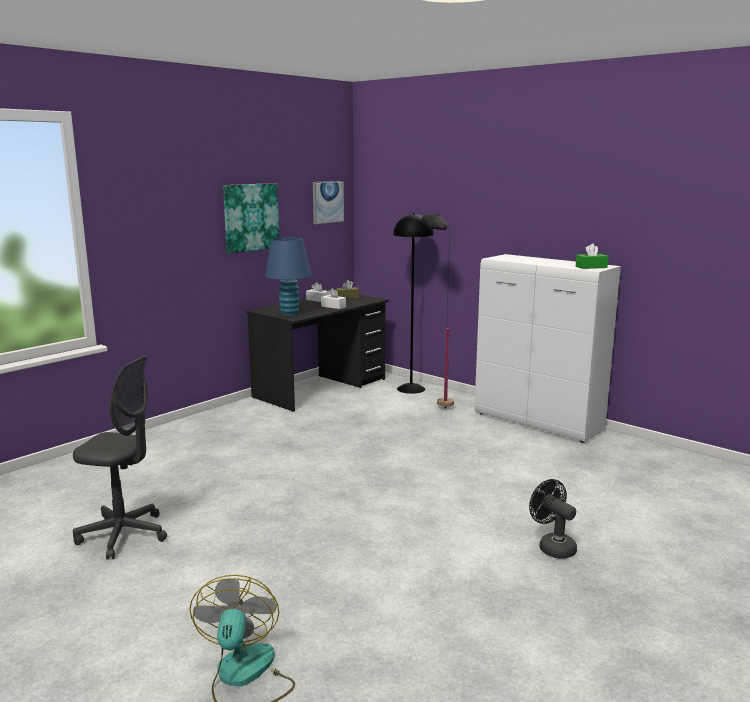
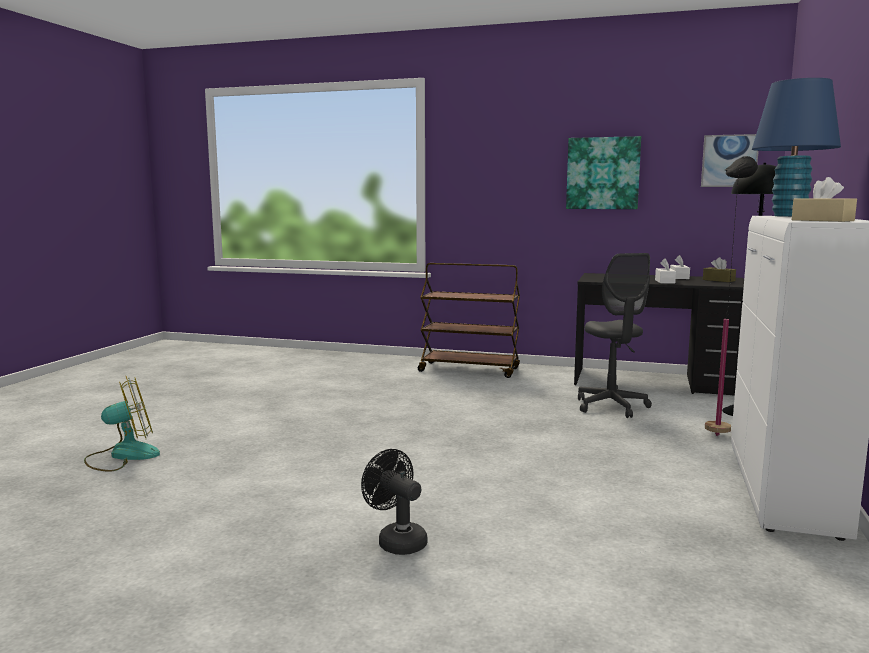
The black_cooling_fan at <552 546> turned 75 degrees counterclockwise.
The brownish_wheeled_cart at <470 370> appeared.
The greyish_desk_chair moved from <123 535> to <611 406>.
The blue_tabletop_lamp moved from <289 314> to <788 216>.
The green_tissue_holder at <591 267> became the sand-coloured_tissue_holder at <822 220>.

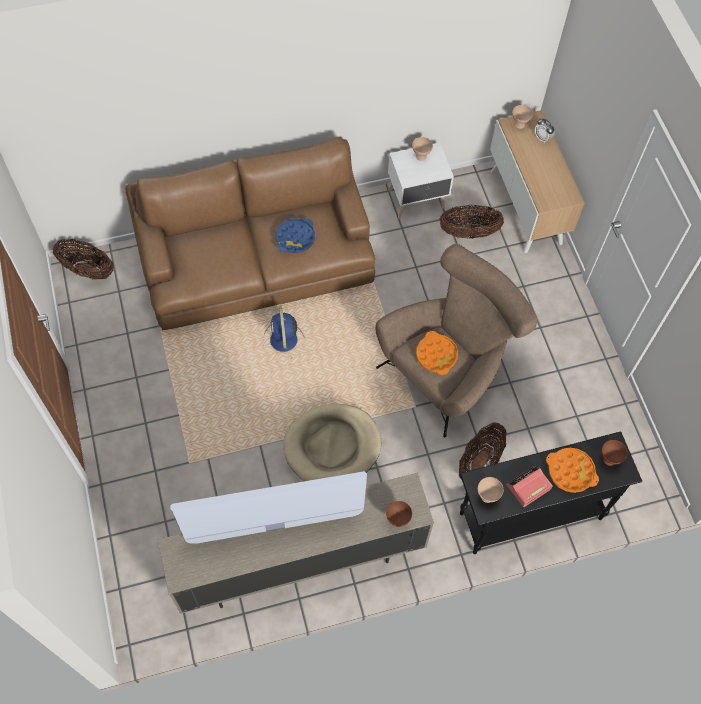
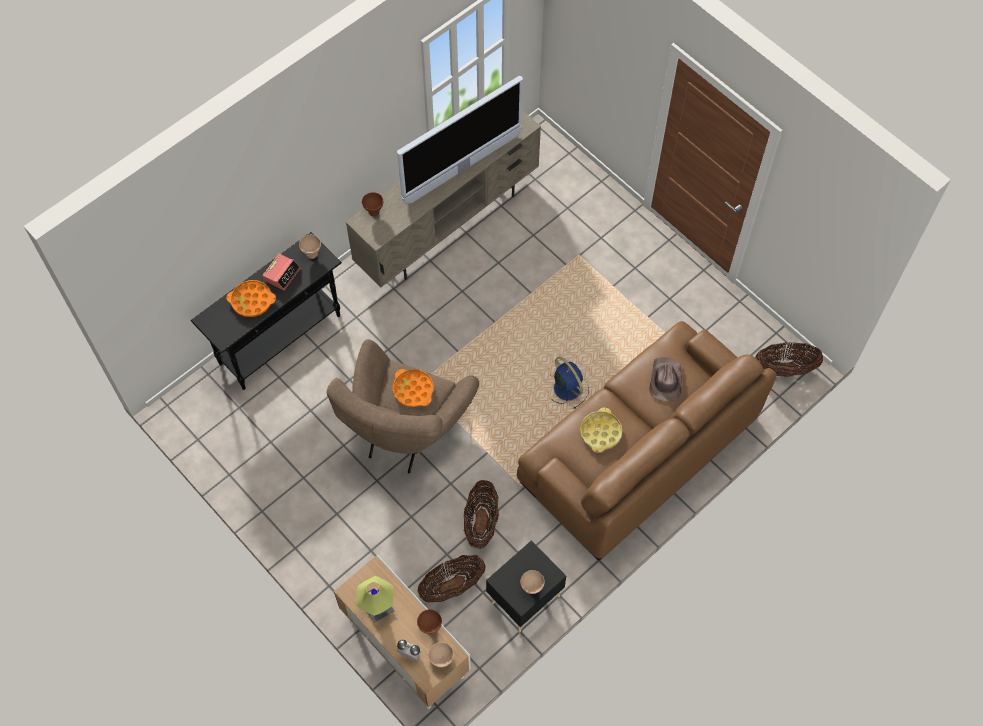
The tabletop_lamp at <377 606> appeared.
The brownish_bowl moved from <609 459> to <430 628>.
The basket moved from <479 461> to <481 522>.
The whitish_nightstand at <417 200> became the black_nightstand at <523 599>.
The blue_carrying_tray at <295 238> became the yellow_carrying_tray at <600 432>.
The brownish_wearable_hat at <665 380> appeared.
The sand-coloured_dog_cushion at <332 446> disappeared.

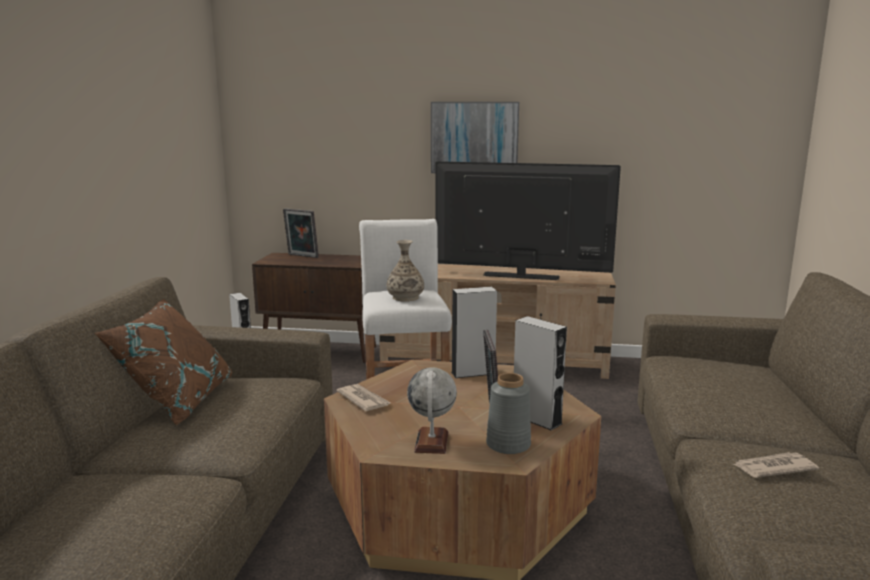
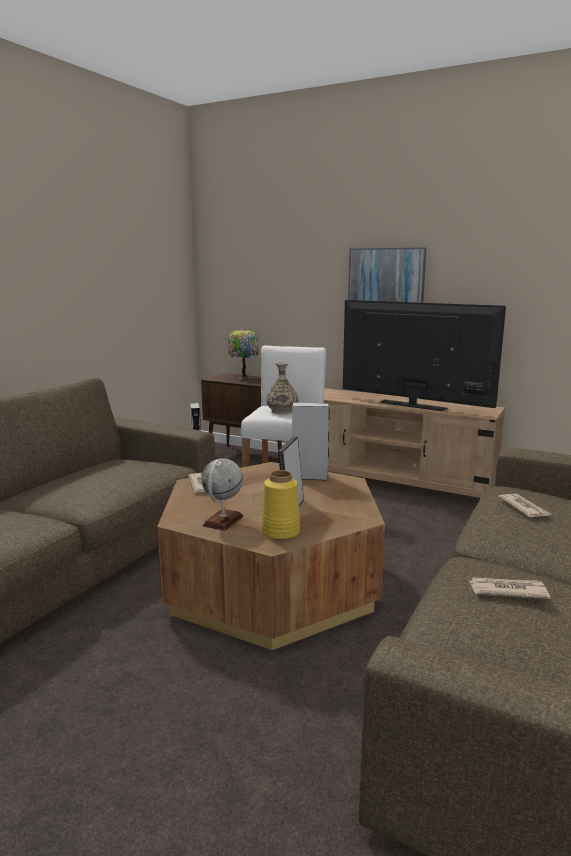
The standing_frame at <302 256> was replaced by the tabletop_lamp at <244 377>.
The greyish_vase at <508 444> became the yellow_vase at <281 532>.
The daily_paper at <524 508> appeared.
The brownish_pillow at <177 401> disappeared.
The greyish_speaker at <536 419> disappeared.

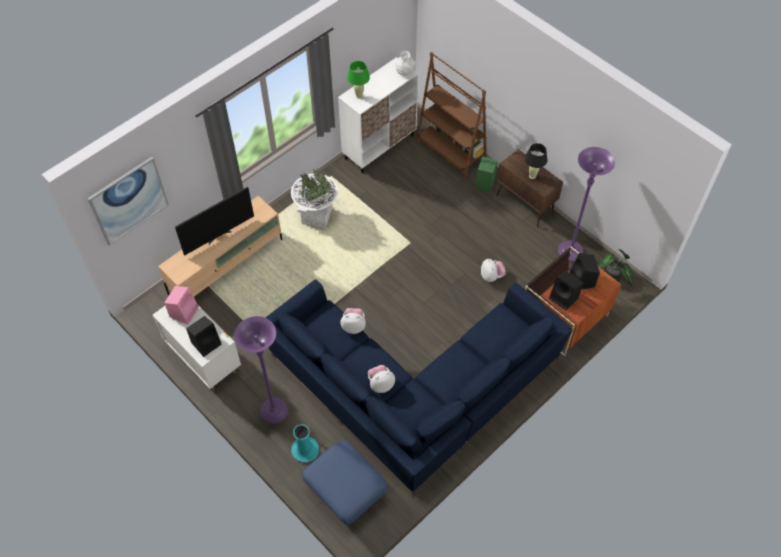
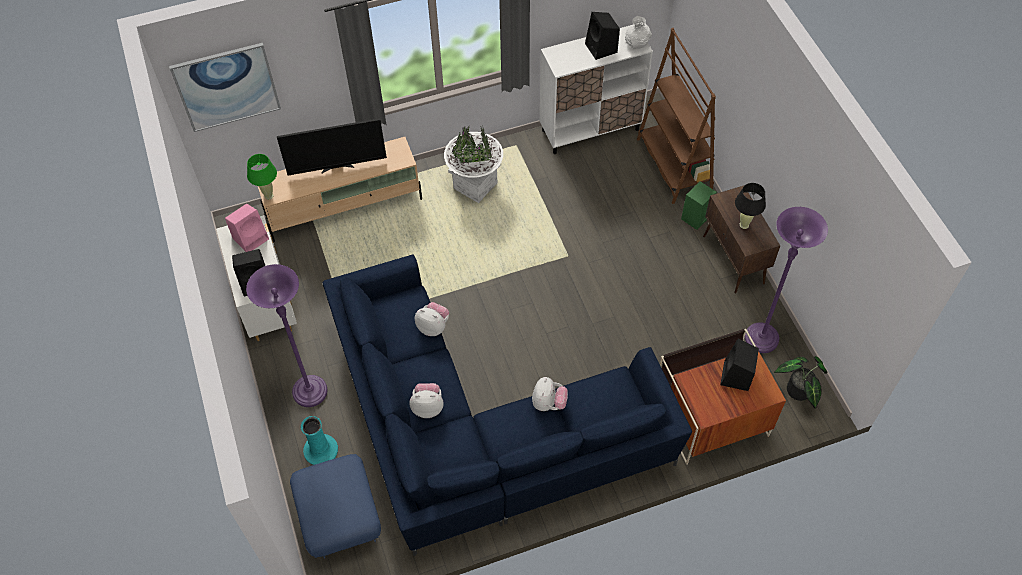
The green_tabletop_lamp moved from <359 96> to <269 195>.
The plush_toy moved from <491 276> to <548 403>.
The black_speaker moved from <564 298> to <601 48>.

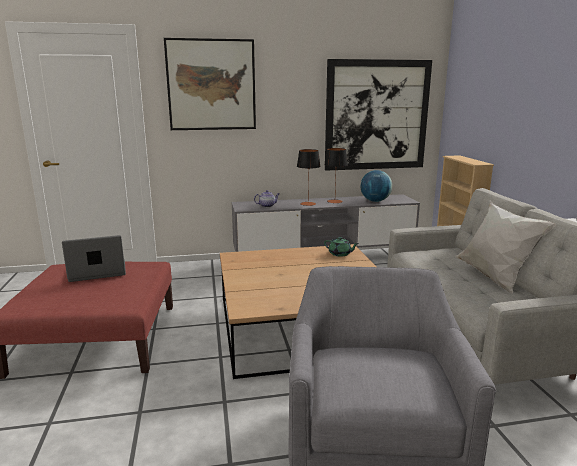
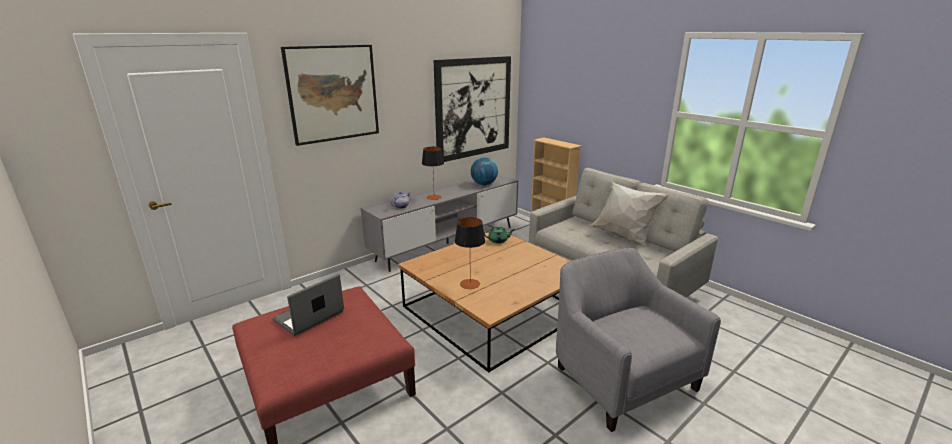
The tabletop_lamp moved from <334 201> to <470 284>.

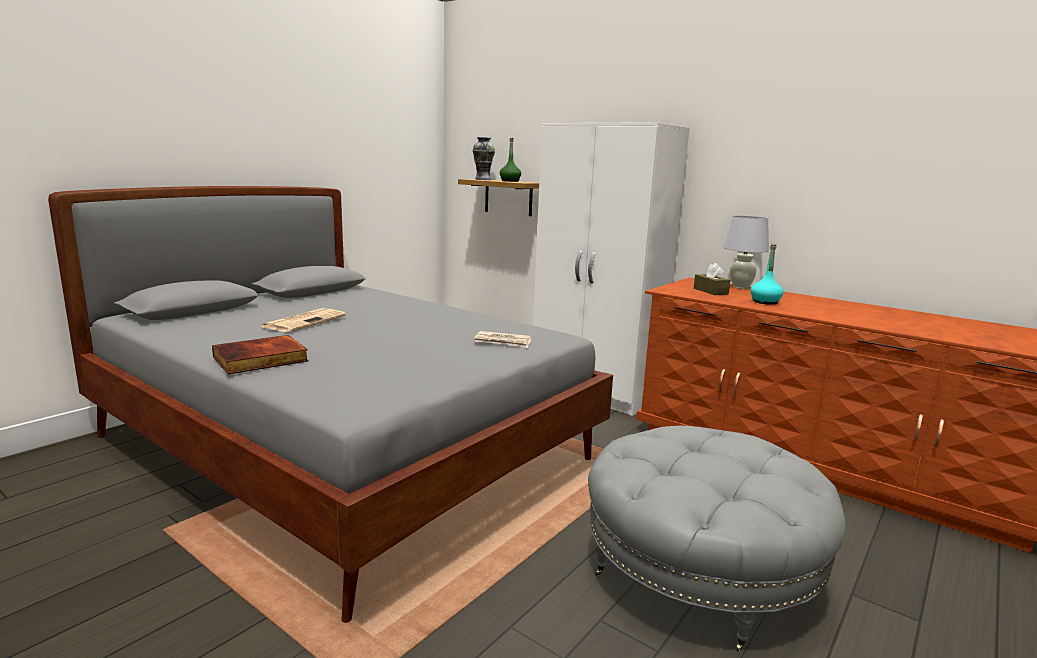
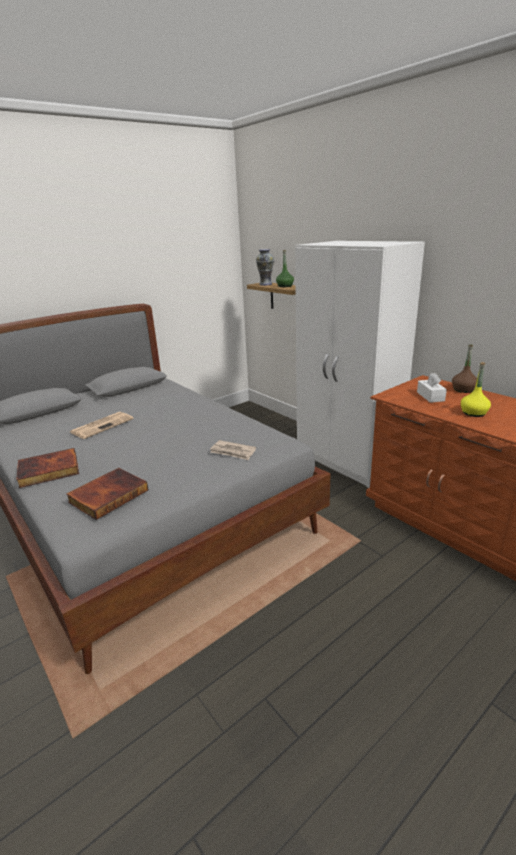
The bound_book at <108 495> appeared.
The brownish_tissue_holder at <710 291> became the whitish_tissue_holder at <430 396>.
The whitish_tabletop_lamp at <740 287> was replaced by the brownish_beverage_bottle at <463 389>.
The blue-green_beverage_bottle at <765 302> became the yellow_beverage_bottle at <473 413>.
The greyish_footrest at <699 572> disappeared.

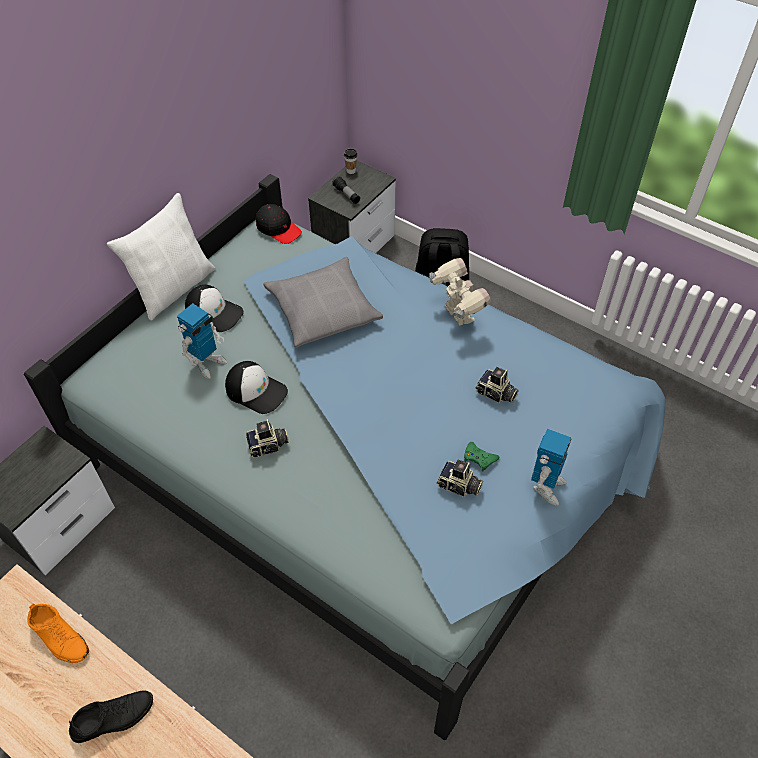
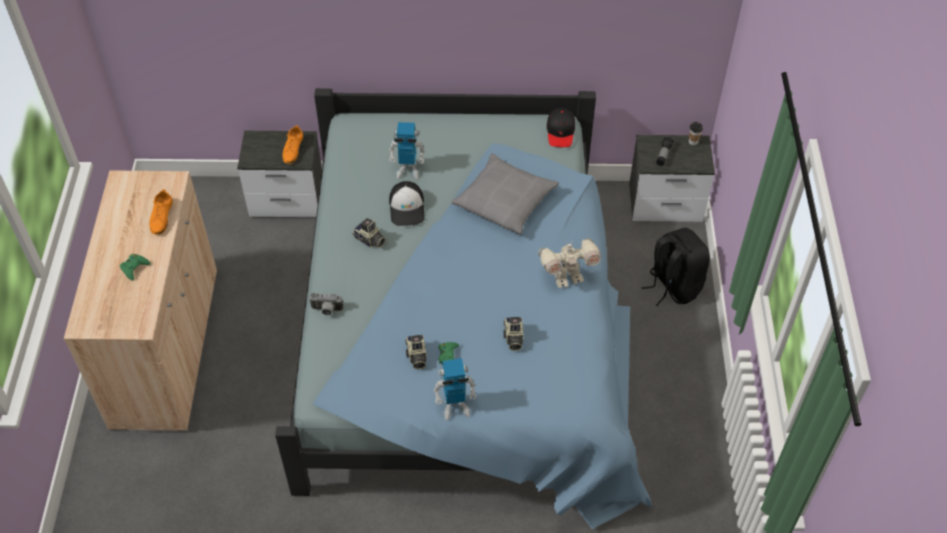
The black_low_shoe at <113 718> was replaced by the green_joypad at <134 268>.
The orangey_low_shoe at <293 149> appeared.
The still_camera at <326 310> appeared.
The toy_robot at <457 316> turned 45 degrees clockwise.
The whitish_pillow at <173 287> disappeared.
The cap at <214 312> disappeared.

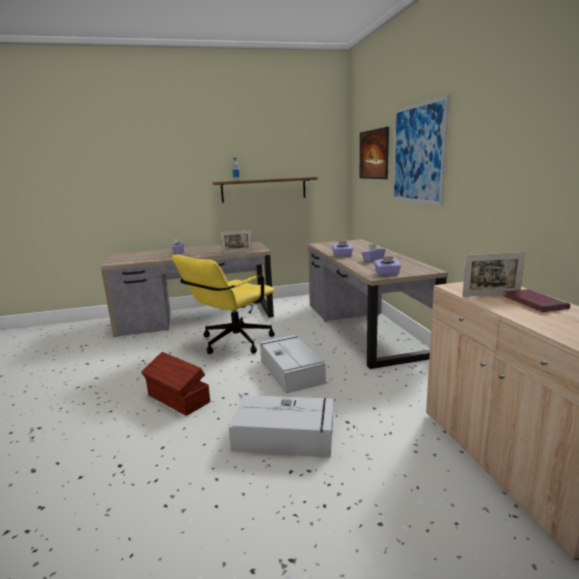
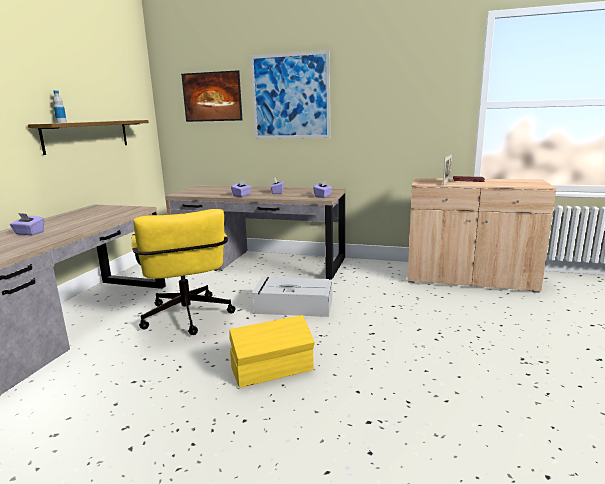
The brownish_storage_bin at <178 399> became the yellow_storage_bin at <273 370>.
The standing_frame at <237 252> disappeared.
The greyish_storage_bin at <286 436> disappeared.

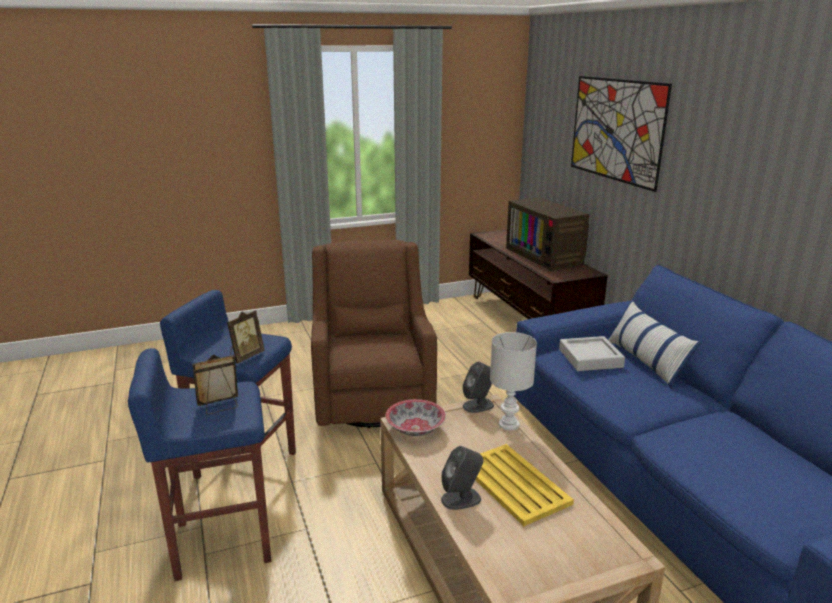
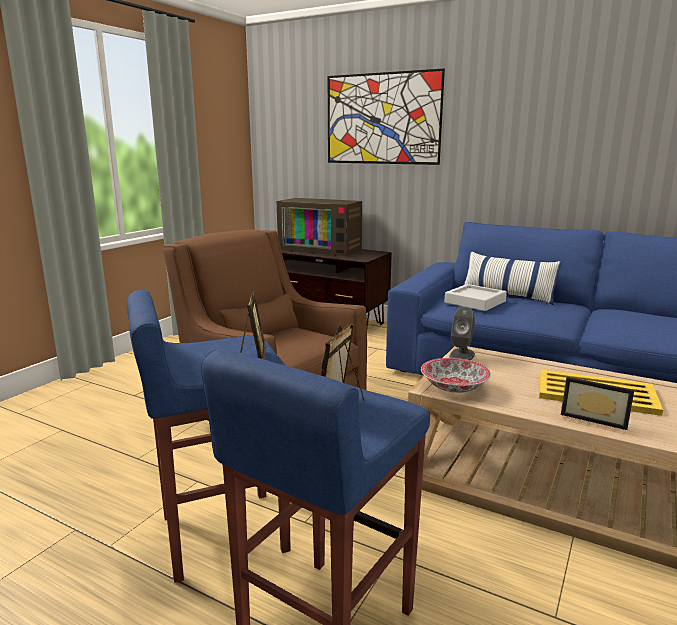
The greyish_speaker at <461 499> was replaced by the standing_frame at <594 418>.
The whitish_tabletop_lamp at <508 424> disappeared.

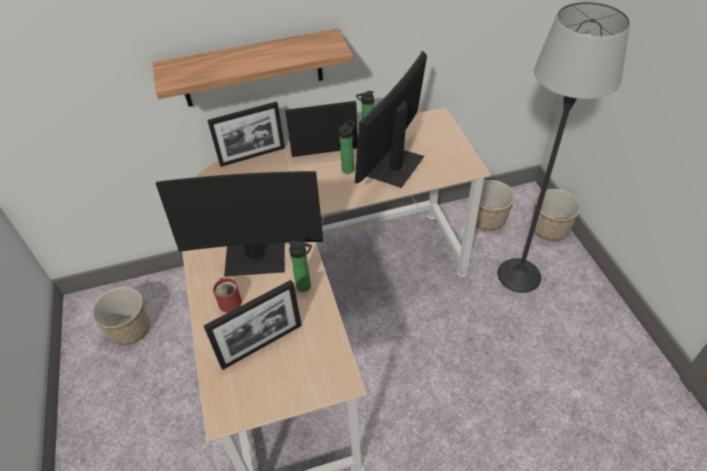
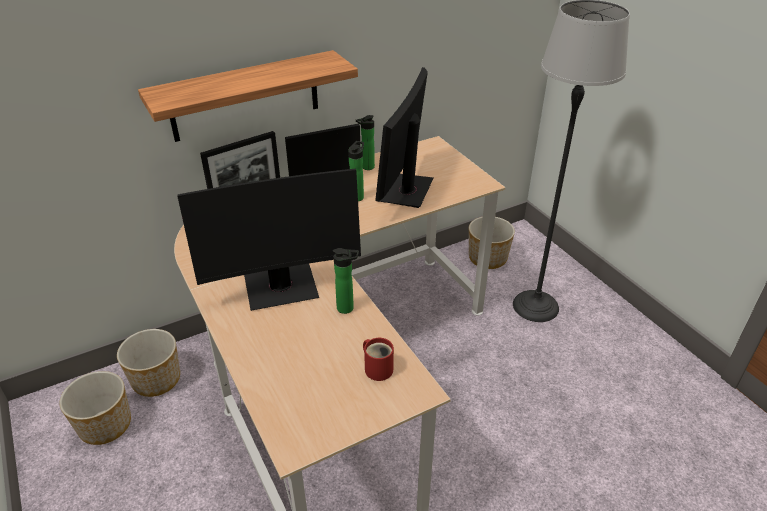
The flower_pot moved from <550 228> to <157 379>.
The reddish_coffee_mug moved from <230 300> to <378 367>.
The standing_frame at <261 345> disappeared.

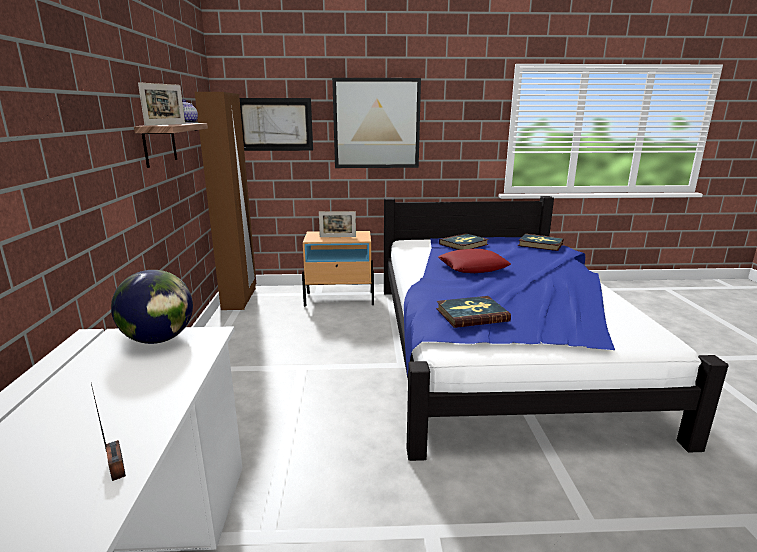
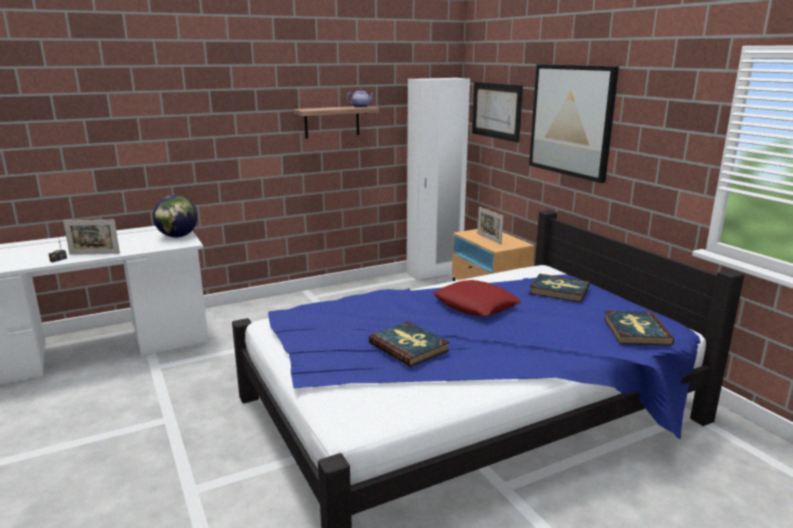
The standing_frame moved from <165 124> to <94 254>.
The bound_book moved from <471 315> to <409 347>.
The brownish_clothes_cupboard at <240 299> became the whitish_clothes_cupboard at <434 272>.

